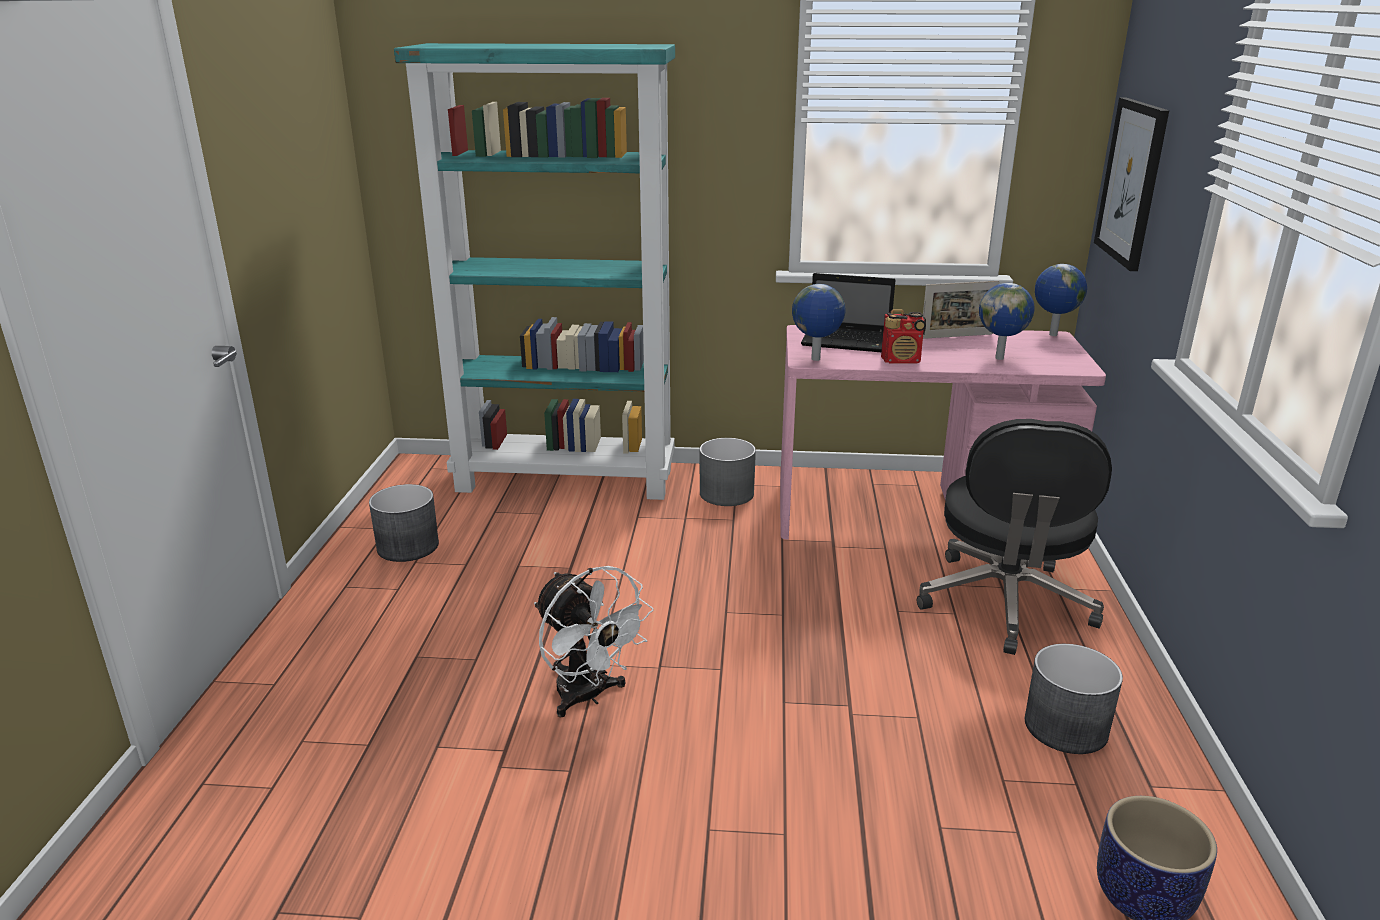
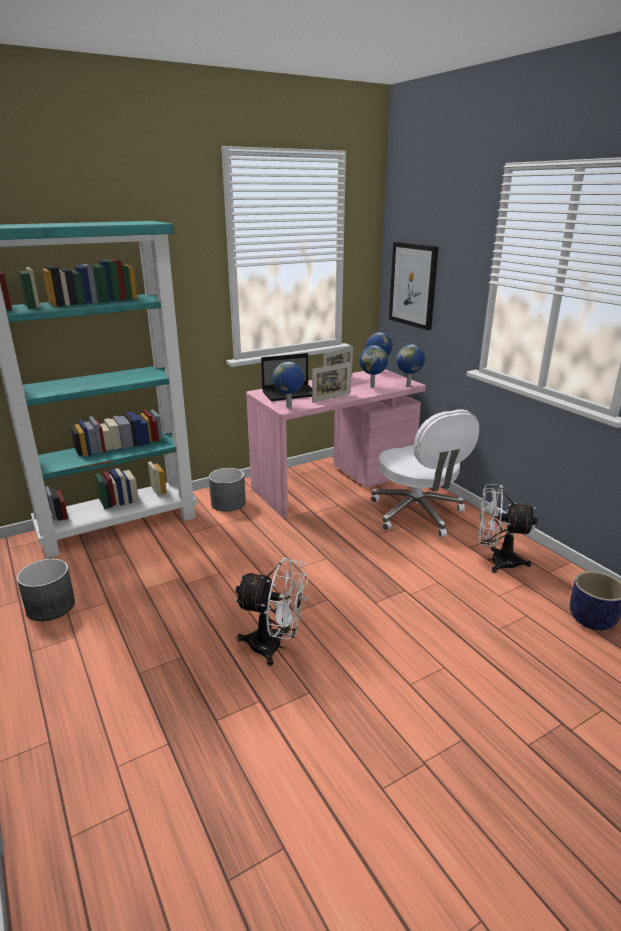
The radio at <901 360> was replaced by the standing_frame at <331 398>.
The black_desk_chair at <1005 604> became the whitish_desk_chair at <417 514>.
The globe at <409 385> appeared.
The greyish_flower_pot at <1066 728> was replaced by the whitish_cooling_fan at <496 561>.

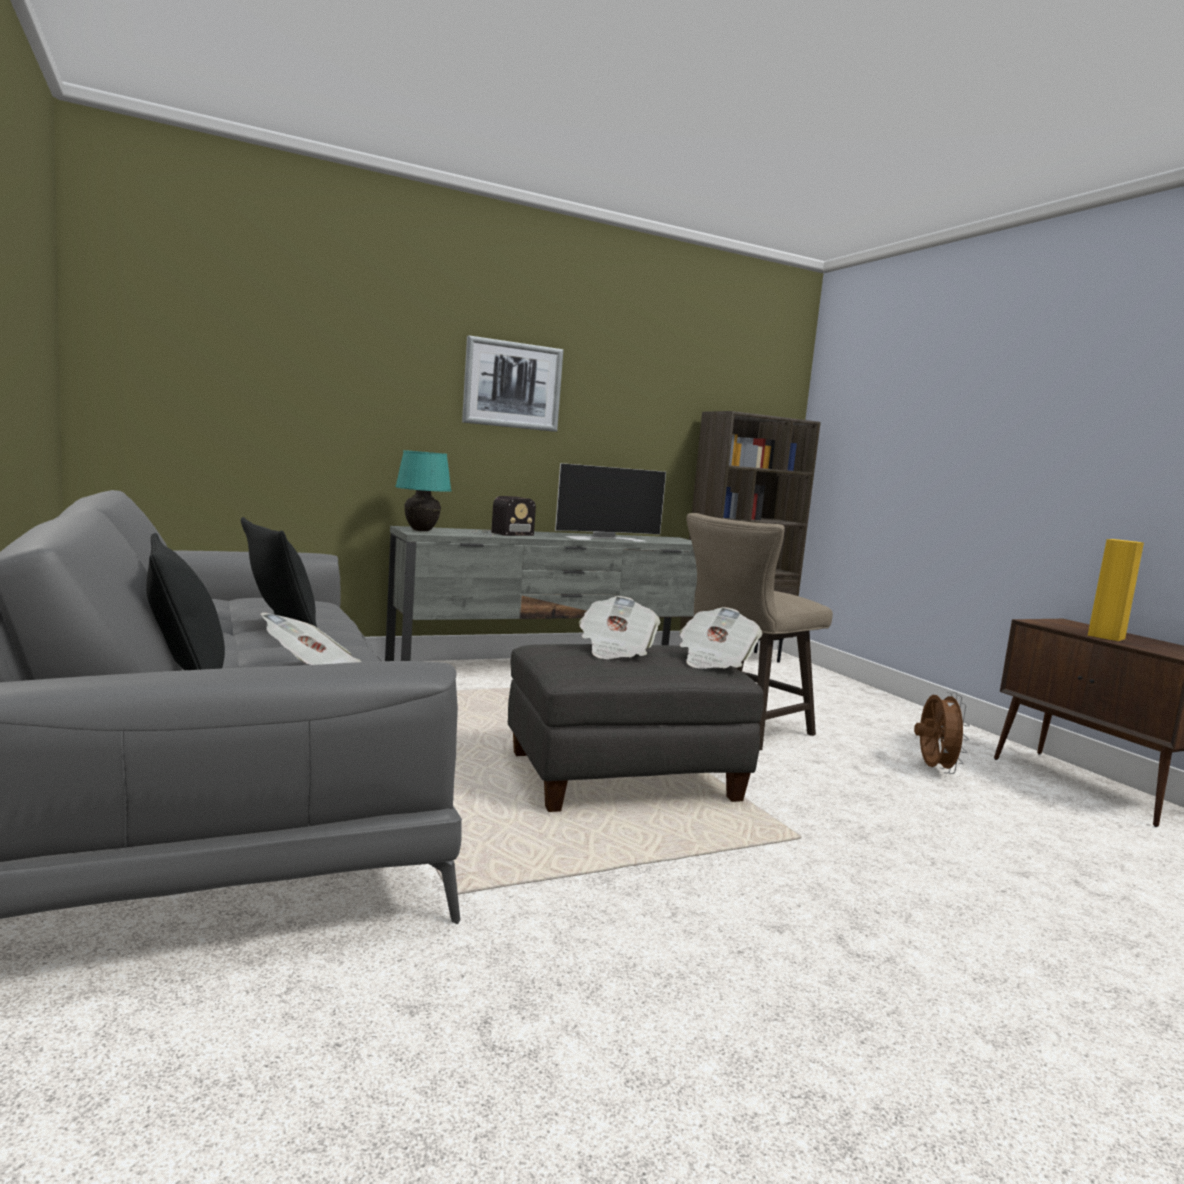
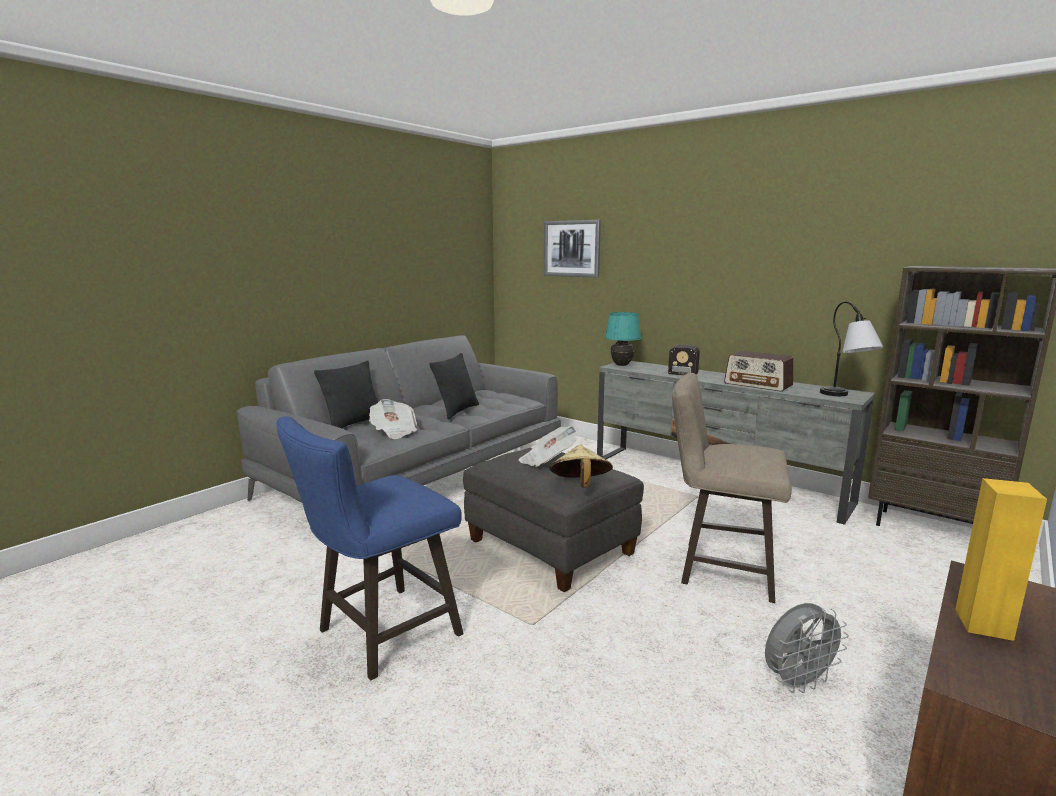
The blue_sitting_stool at <380 636> appeared.
The wall_art moved from <512 385> to <571 248>.
The daily_paper at <714 661> was replaced by the sand-coloured_wearable_hat at <580 486>.
The TV at <605 538> was replaced by the radio at <758 385>.
The brownish_cooling_fan at <933 769> became the greyish_cooling_fan at <798 682>.
The tabletop_lamp at <846 397> appeared.

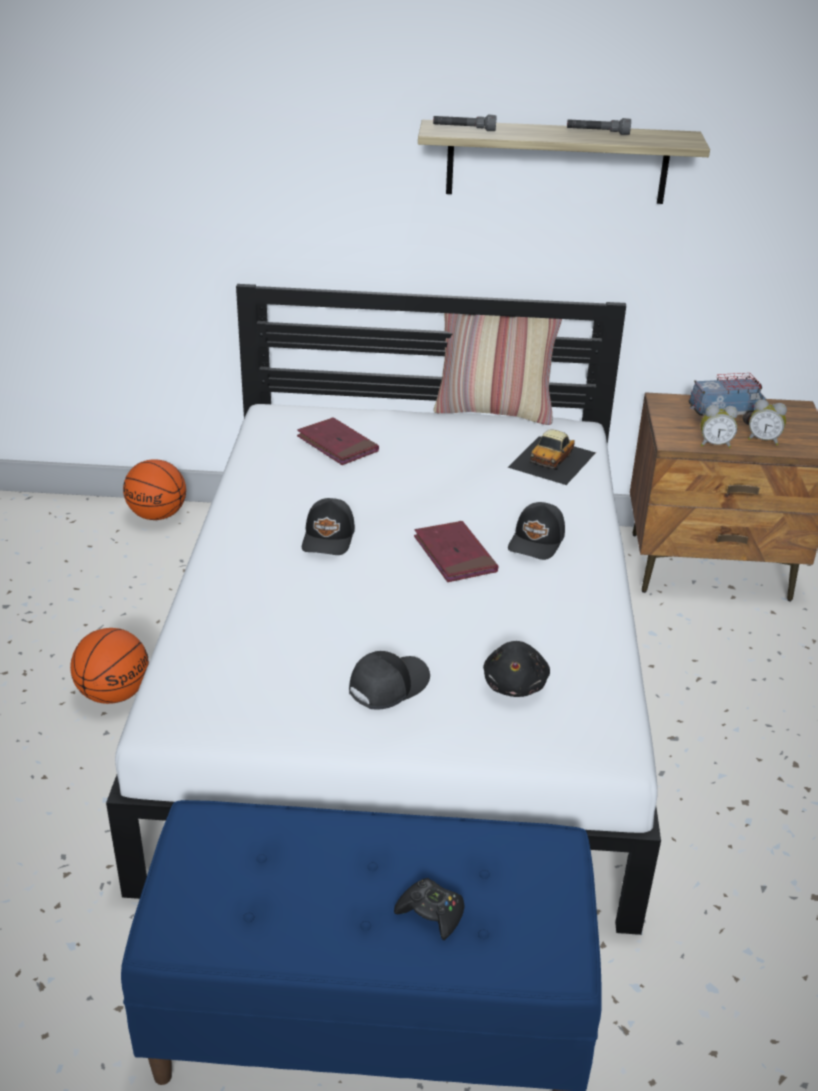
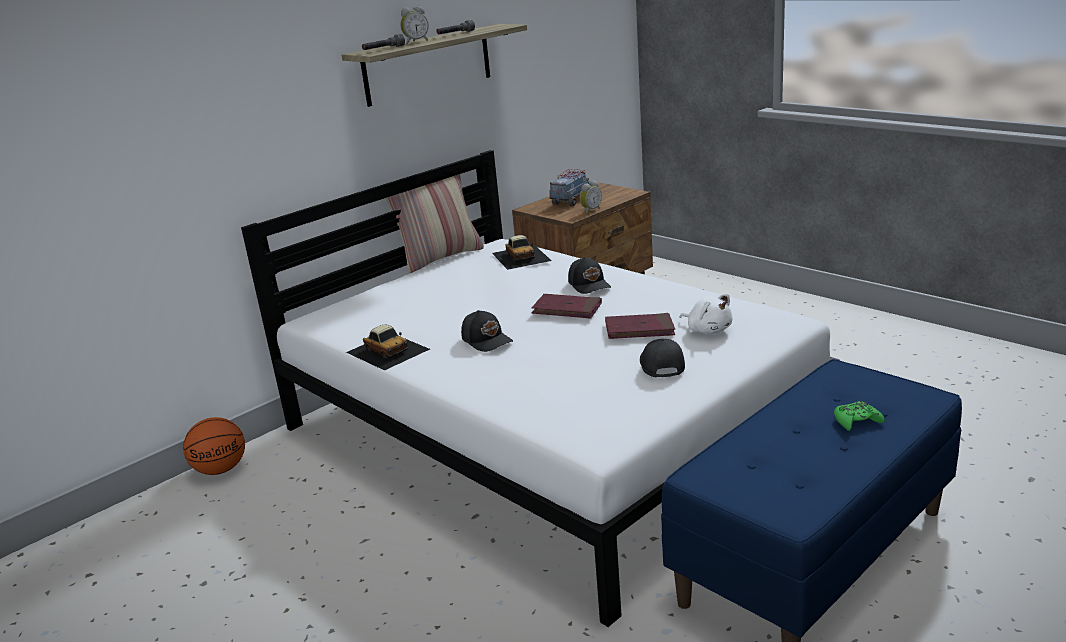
The miniature_car at <387 350> appeared.
The bedside_clock moved from <763 440> to <416 42>.
The reddish_bound_book moved from <337 445> to <639 330>.
The black_plush_toy at <515 684> became the whitish_plush_toy at <708 330>.
The black_joypad at <431 913> became the green_joypad at <856 421>.
The basketball at <114 693> disappeared.

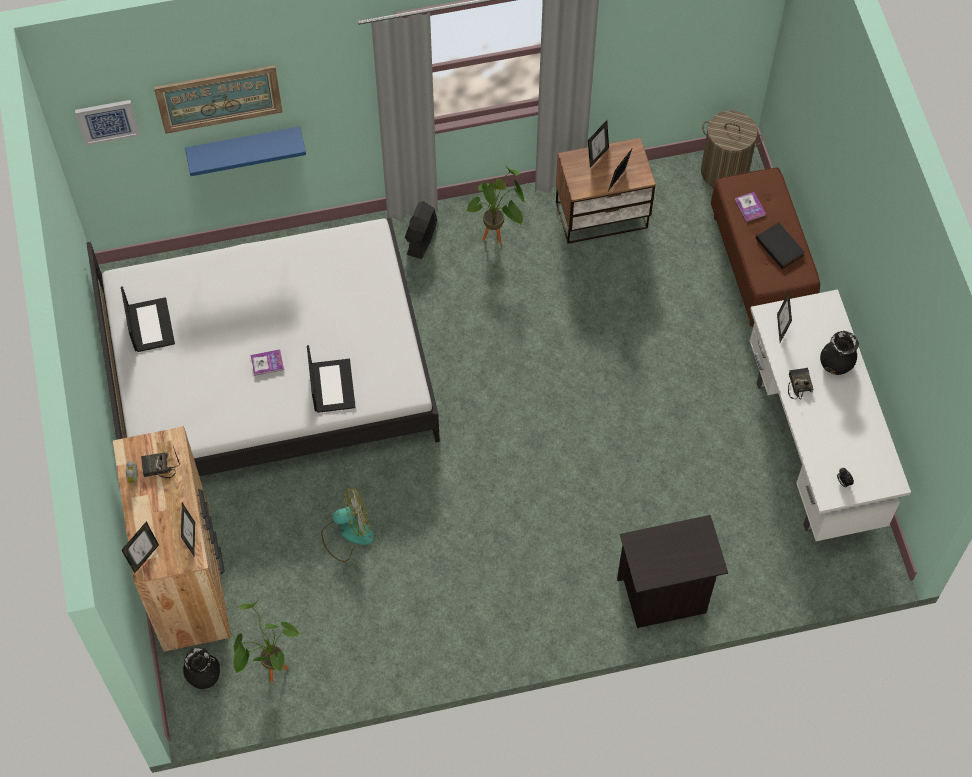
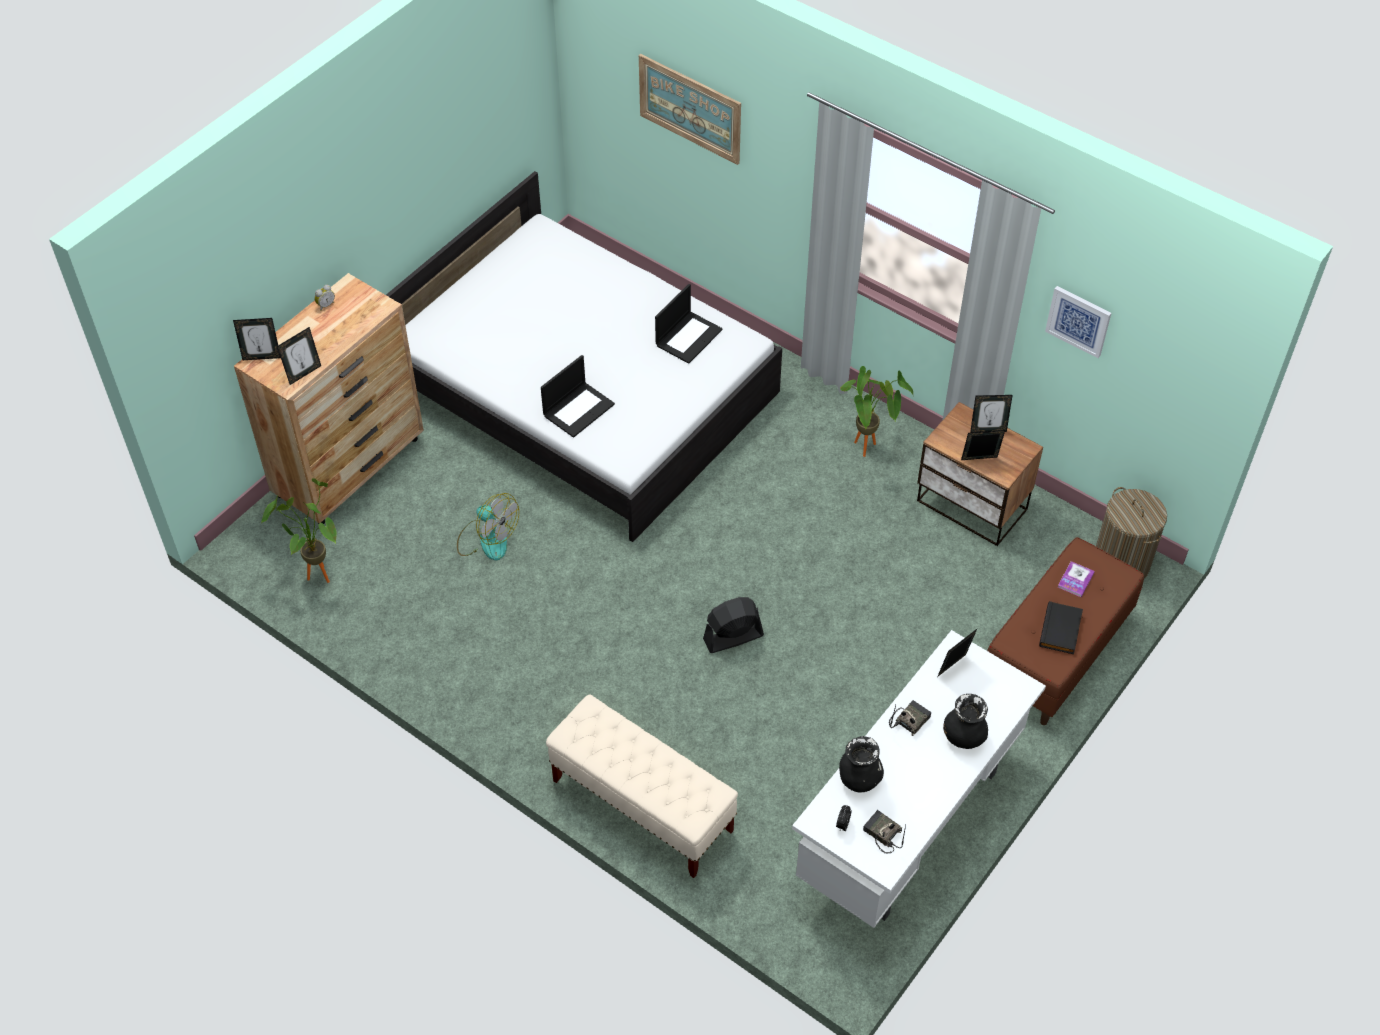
The black_nightstand at <663 596> was replaced by the sand-coloured_long_seat at <642 805>.
The portable_computer moved from <150 324> to <688 337>.
The black_cooling_fan moved from <421 238> to <733 637>.
The black_vase moved from <203 675> to <859 778>.
The radio moved from <158 468> to <881 834>.
The wall_art moved from <107 121> to <1078 321>.
The blue_shelf at <244 147> disappeared.
The bound_book at <267 363> disappeared.

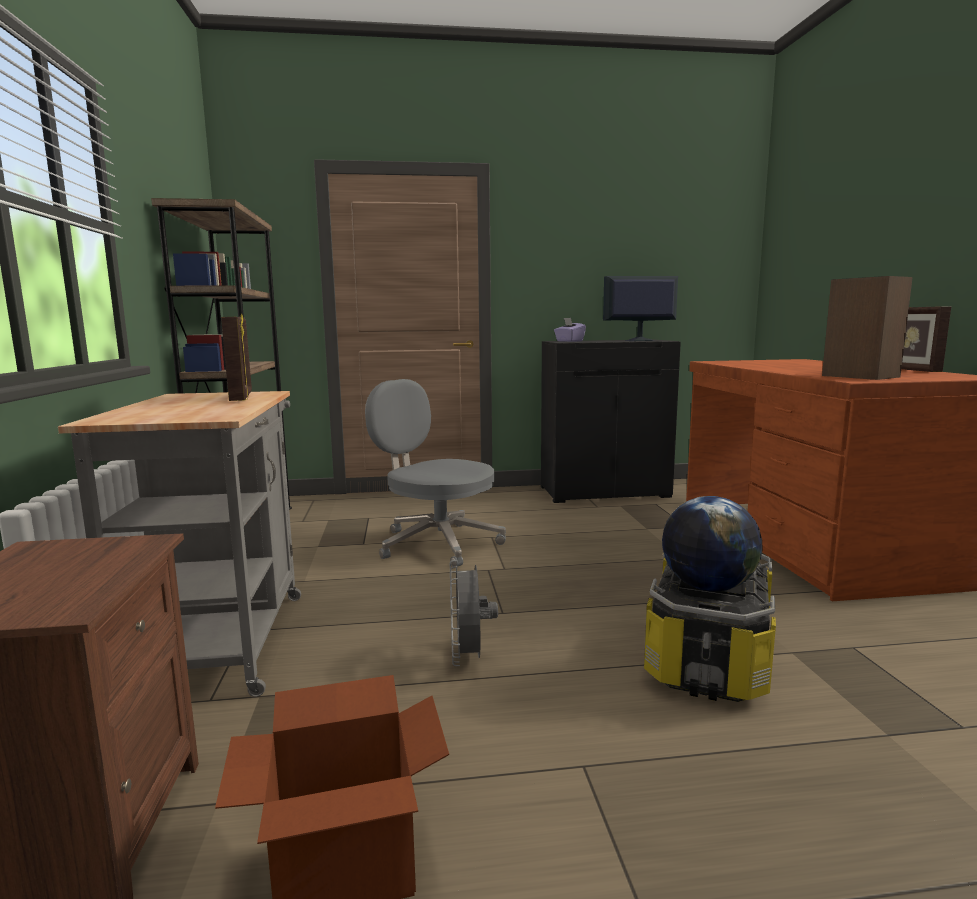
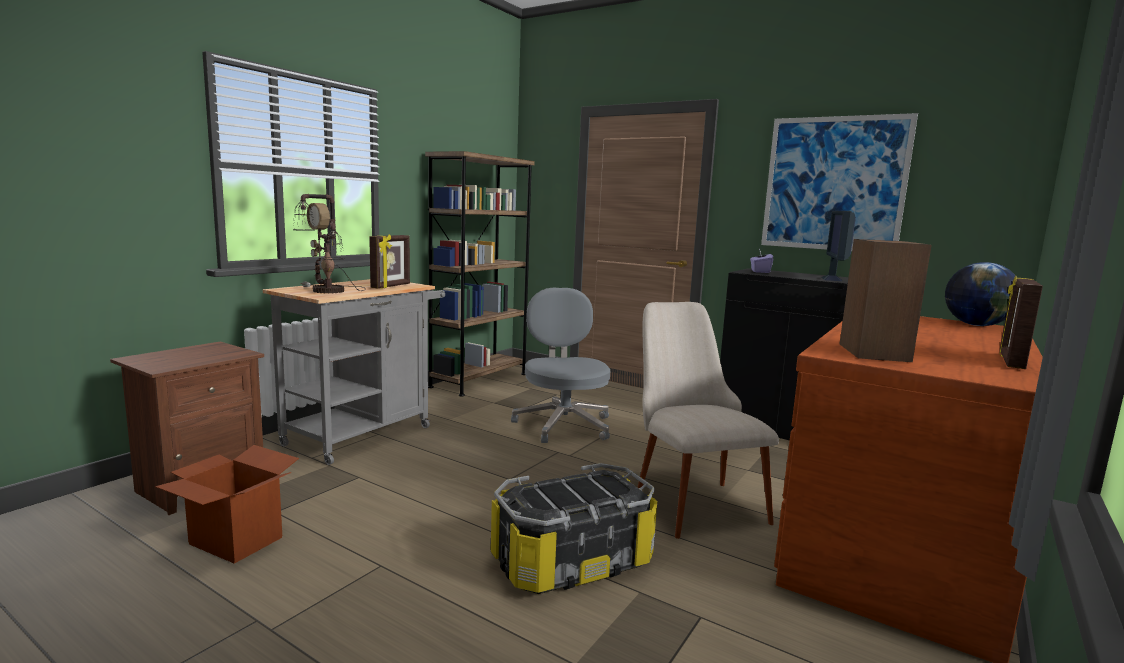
The tabletop_lamp at <328 292> appeared.
The sand-coloured_chair at <690 498> appeared.
The wall_art at <833 184> appeared.
The computer_screen at <638 340> turned 105 degrees counterclockwise.
The globe moved from <707 587> to <976 325>.
The greyish_cooling_fan at <468 658> disappeared.

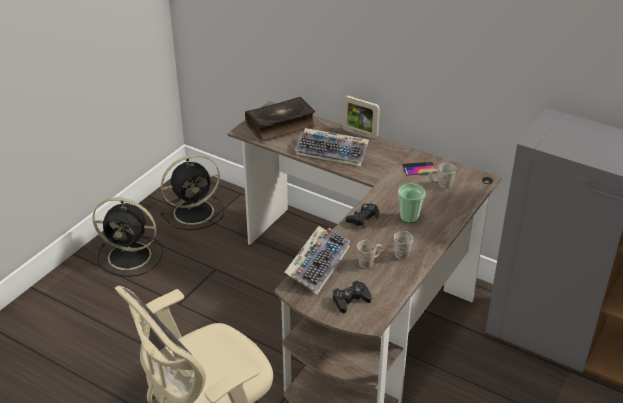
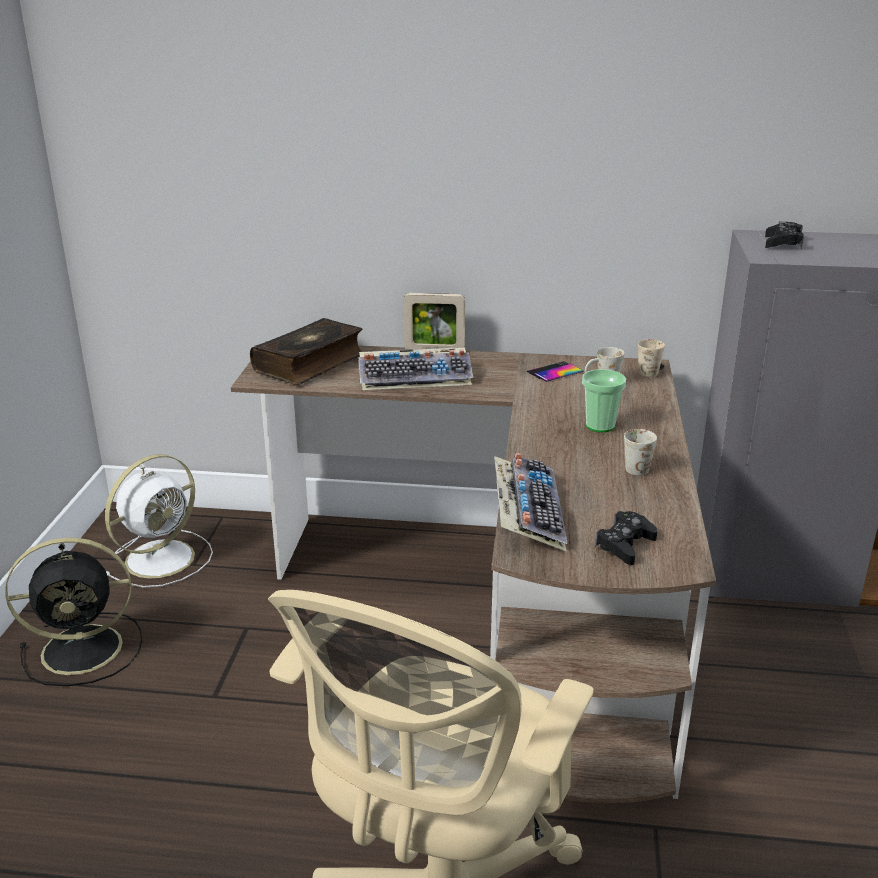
The black_cooling_fan at <195 211> became the whitish_cooling_fan at <162 557>.
The sand-coloured_coffee_mug moved from <369 262> to <650 371>.
The black_joypad moved from <362 219> to <782 243>.

